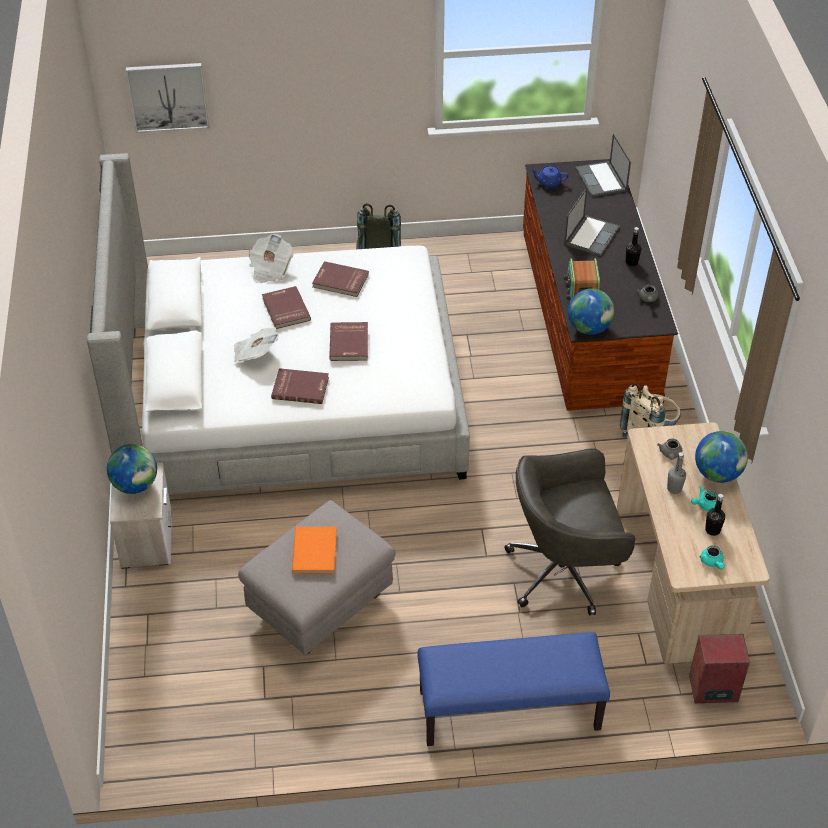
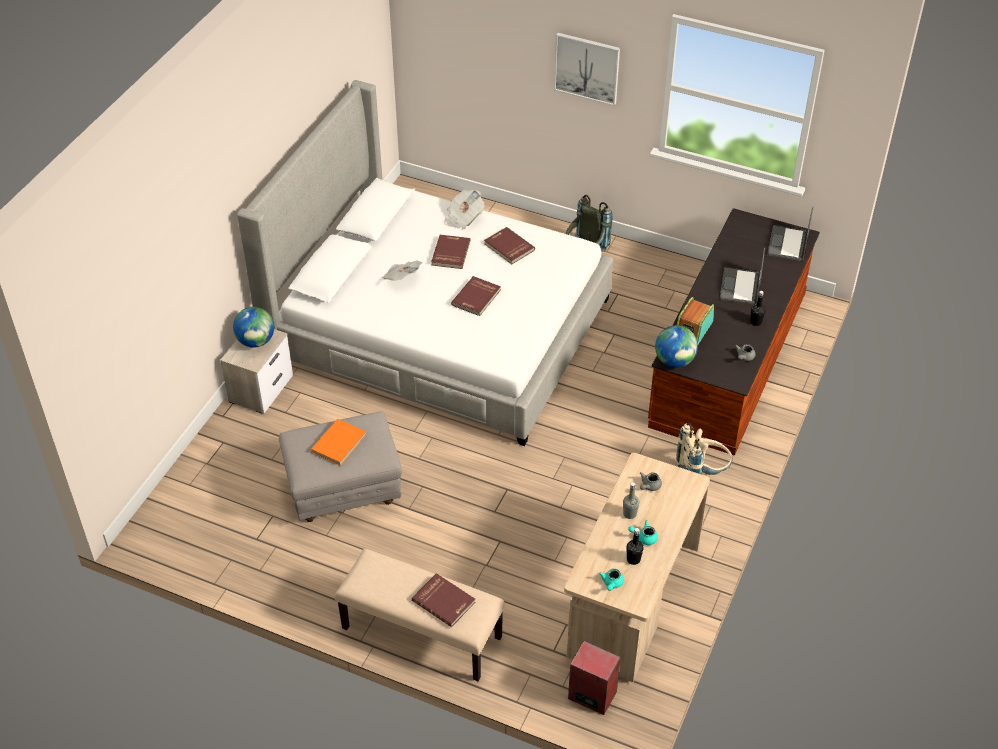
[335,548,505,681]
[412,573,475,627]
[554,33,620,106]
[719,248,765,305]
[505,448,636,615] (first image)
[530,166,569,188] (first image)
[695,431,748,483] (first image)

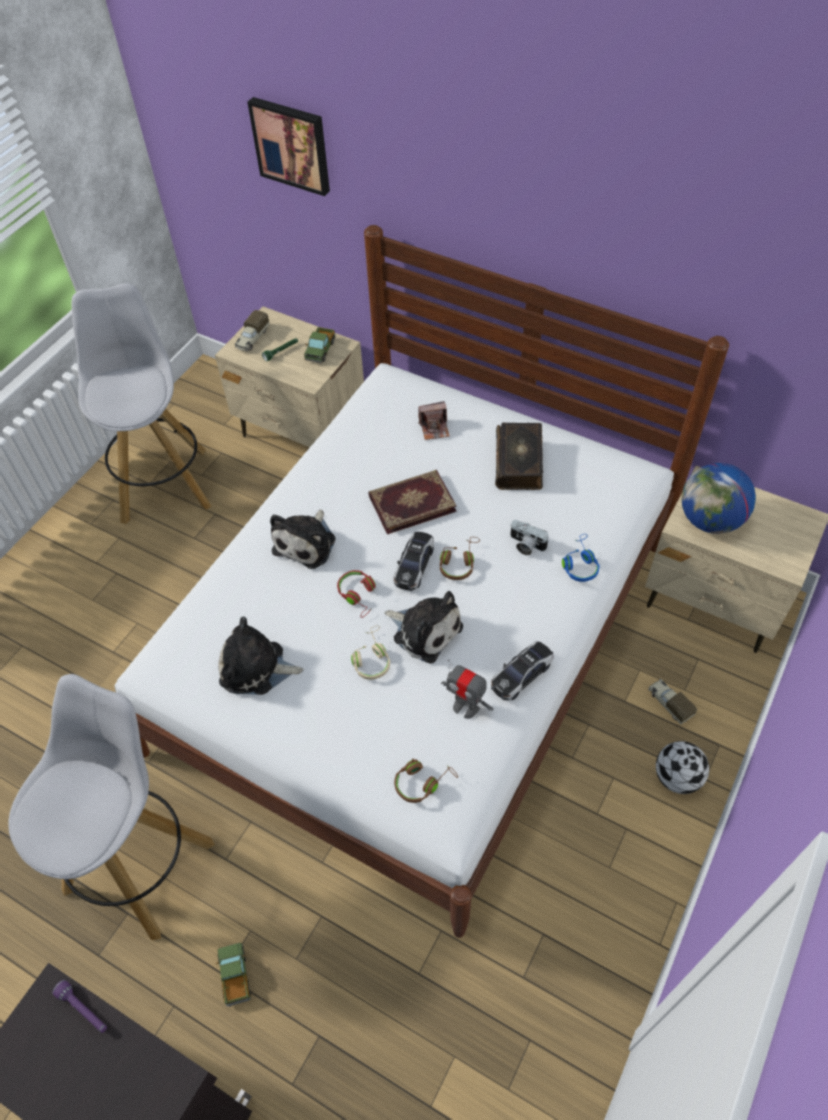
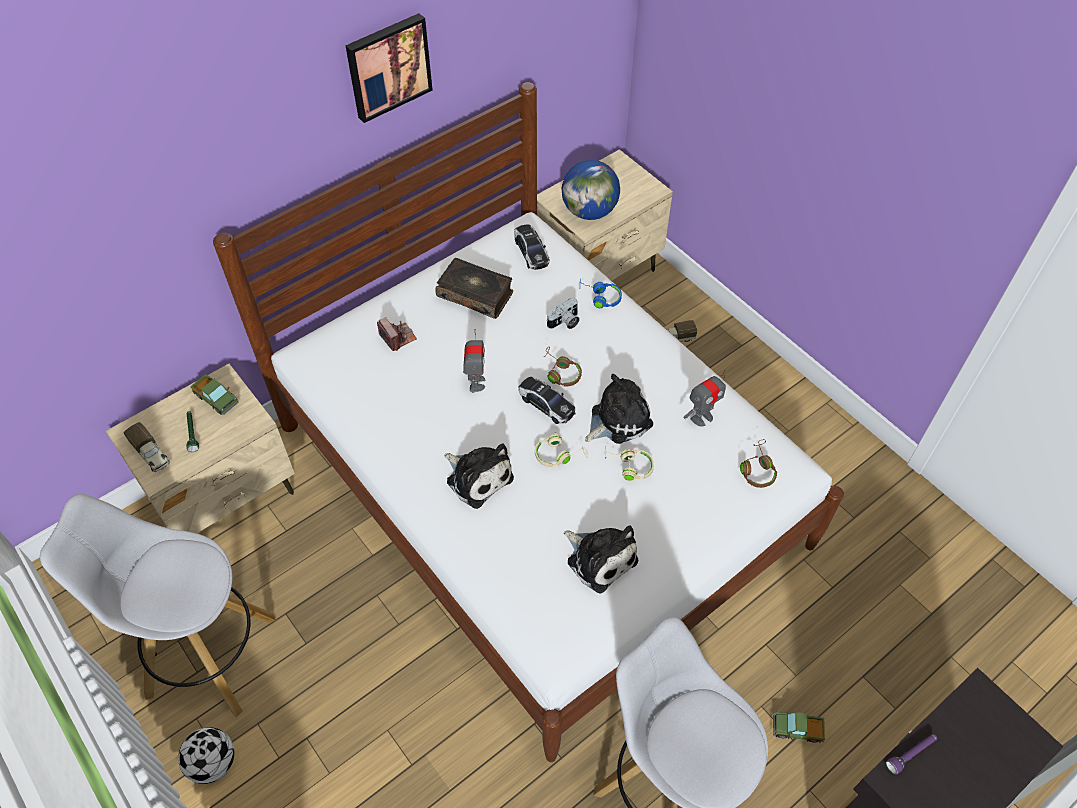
[178,727,235,784]
[345,13,433,123]
[377,317,417,351]
[463,329,486,393]
[514,225,550,270]
[535,432,588,467]
[564,526,638,594]

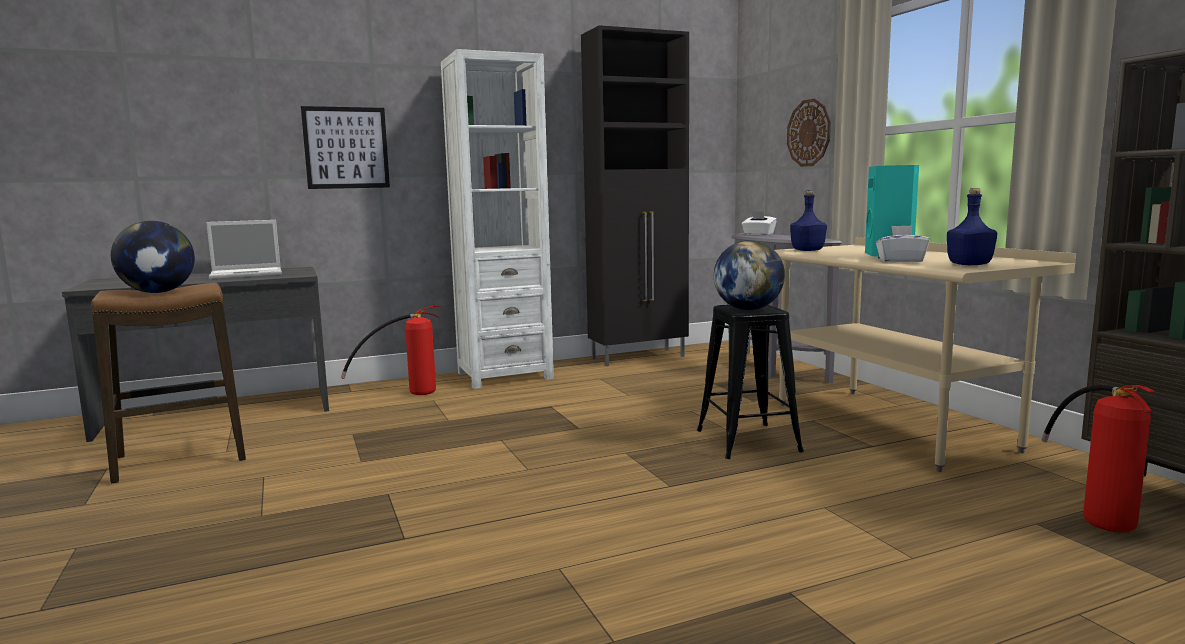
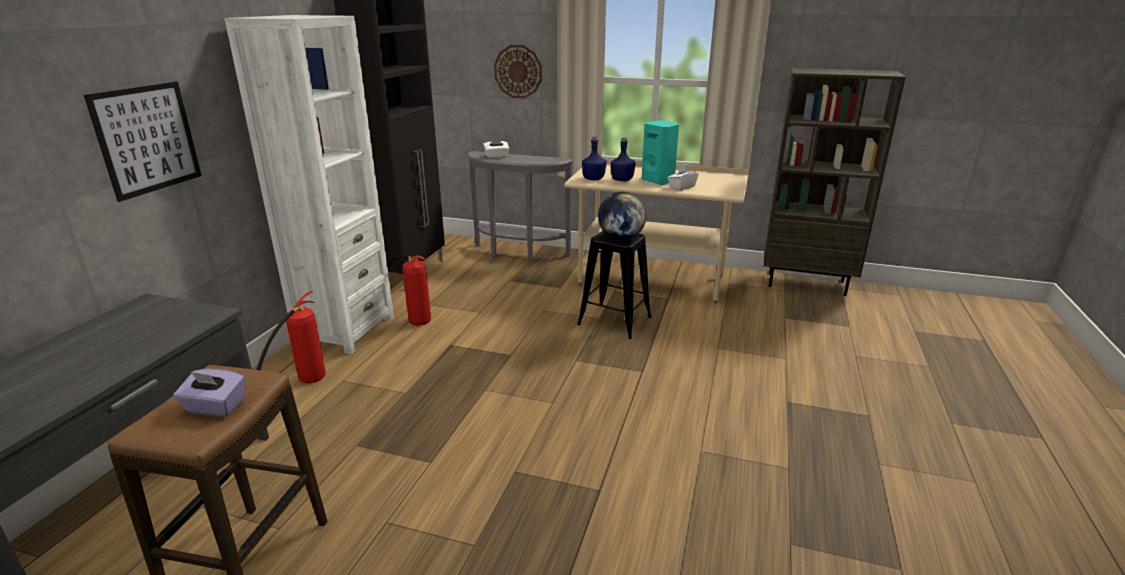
[173,369,245,416]
[387,255,431,326]
[611,137,636,181]
[206,220,282,279] (first image)

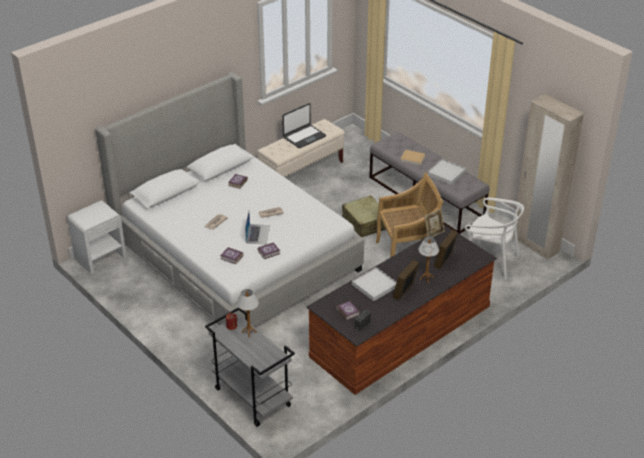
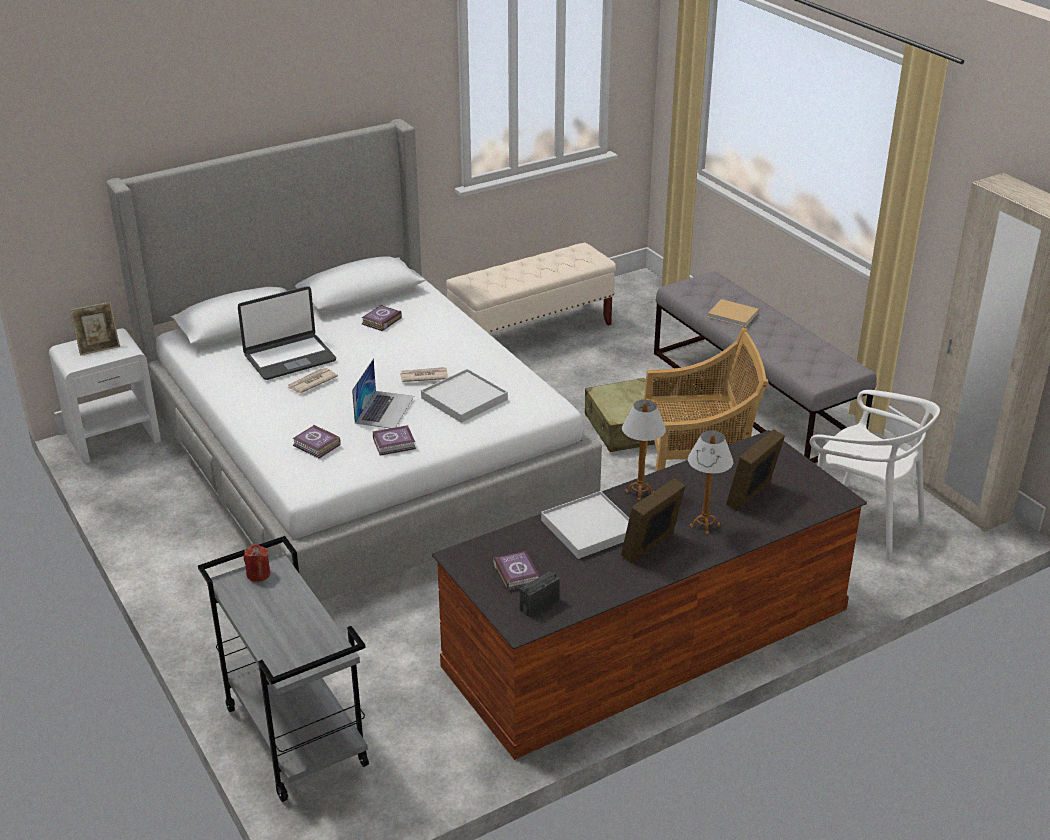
[70,302,120,356]
[238,286,336,380]
[421,369,508,423]
[622,400,666,501]

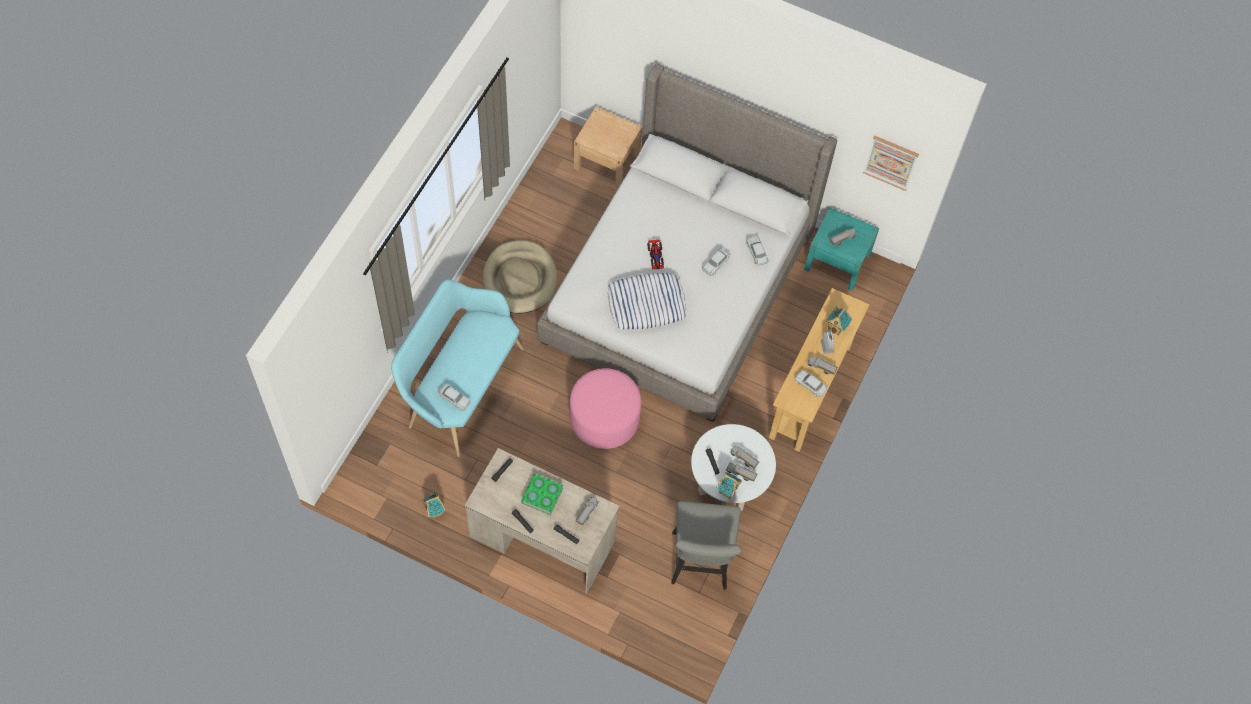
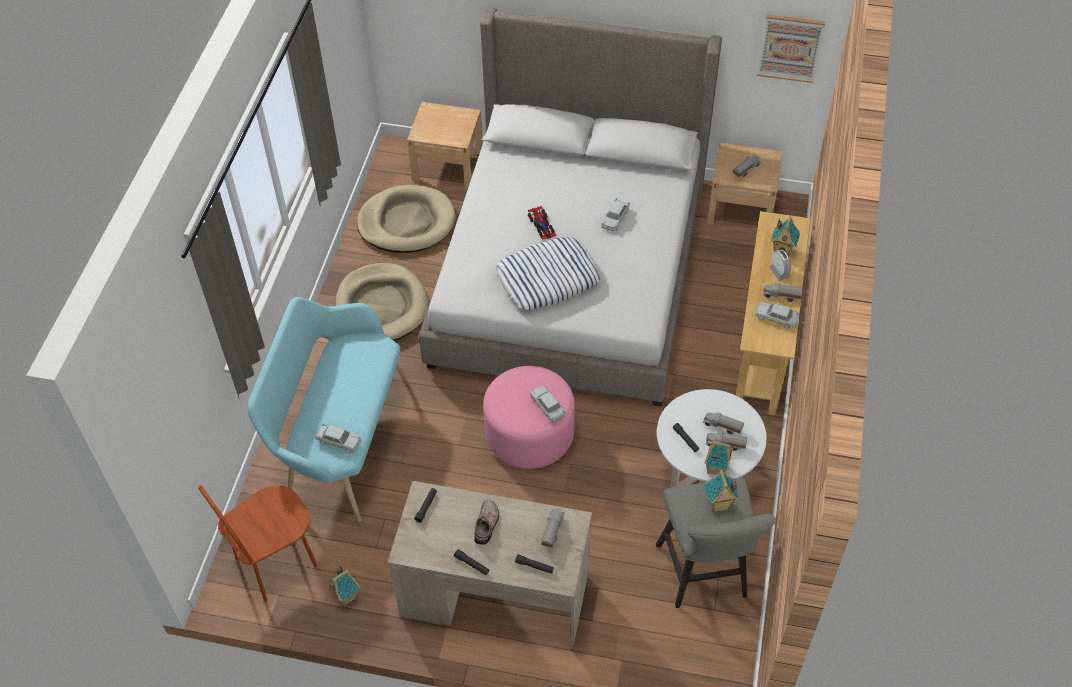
[198,485,317,601]
[357,185,456,253]
[474,500,499,545]
[530,385,566,422]
[704,469,739,513]
[707,143,783,225]

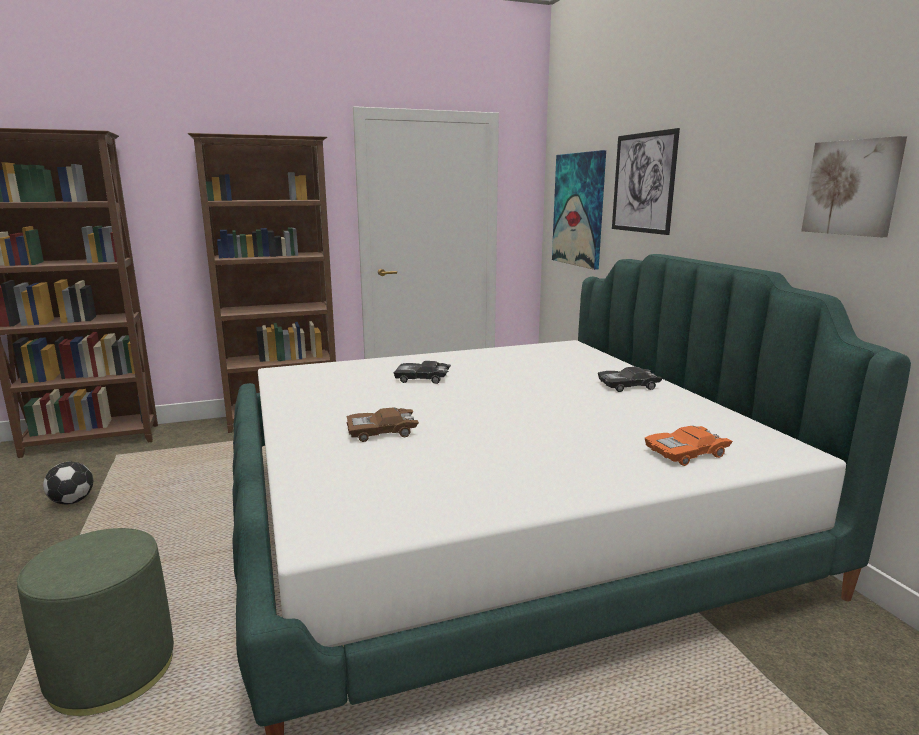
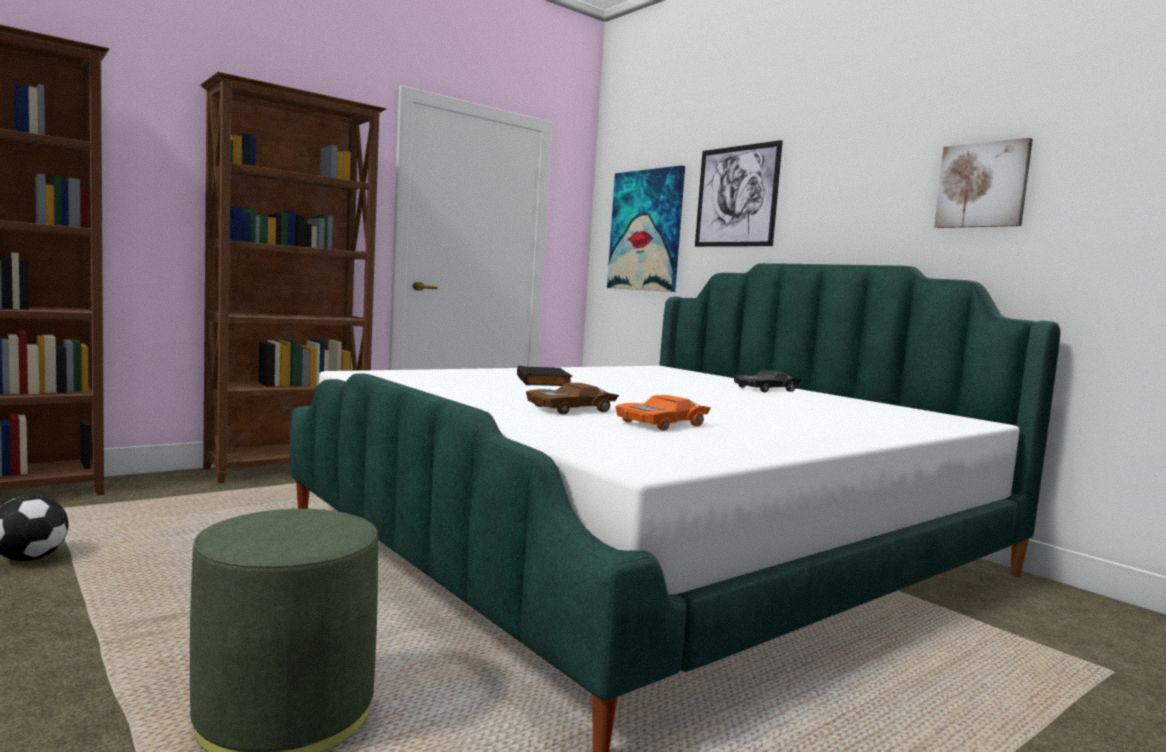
[517,365,572,386]
[615,395,711,431]

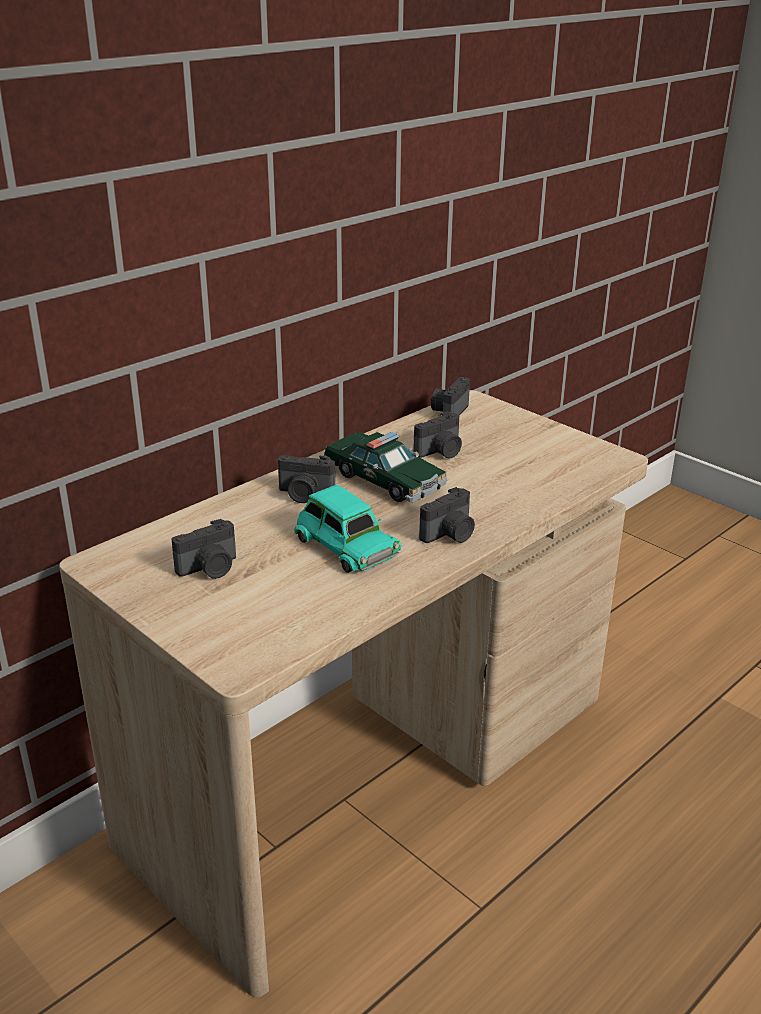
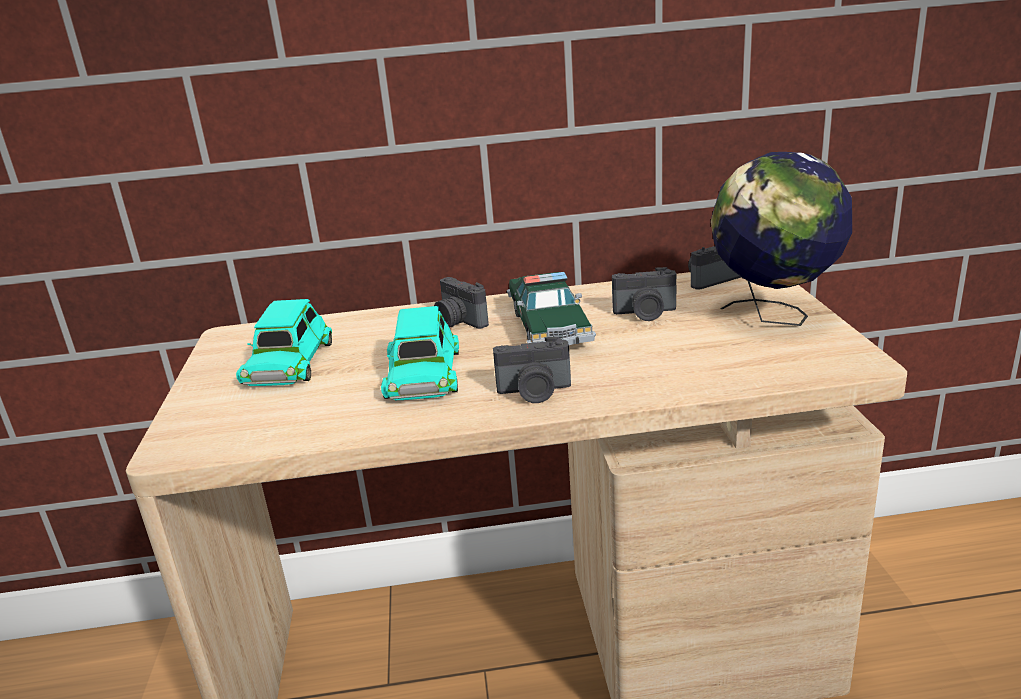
[236,299,332,386]
[711,152,852,326]

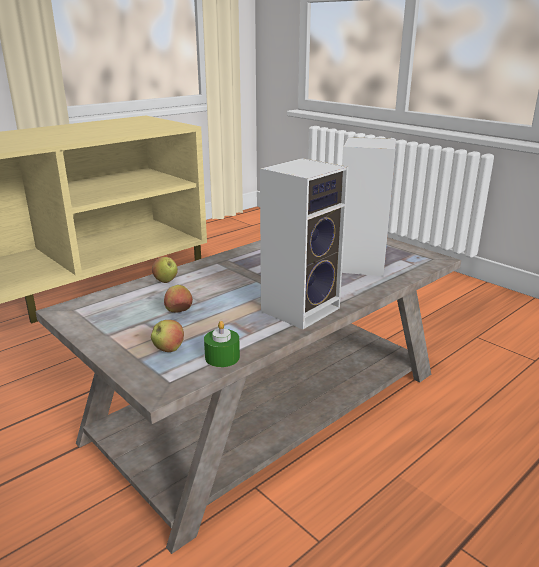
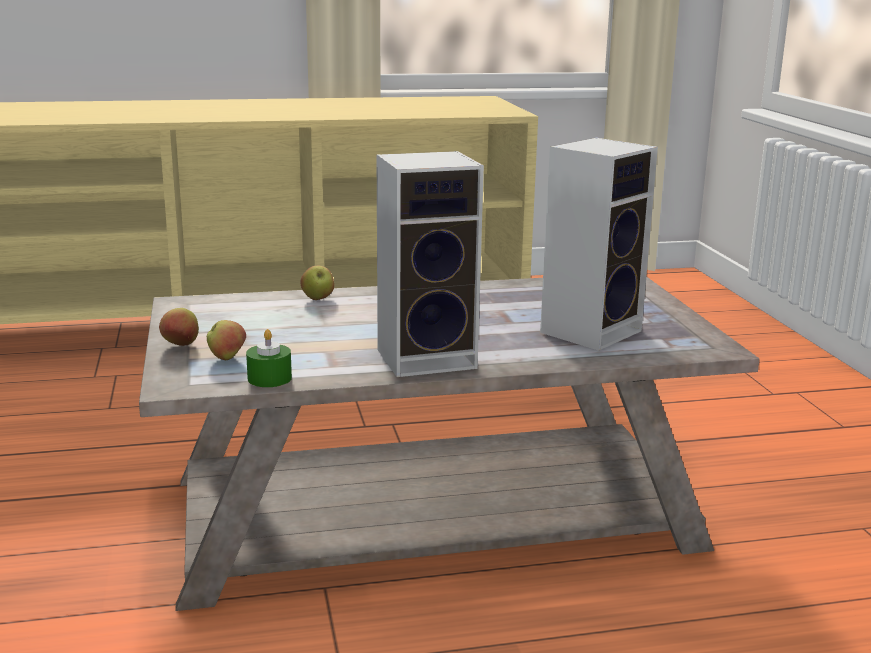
[159,308,199,346]

